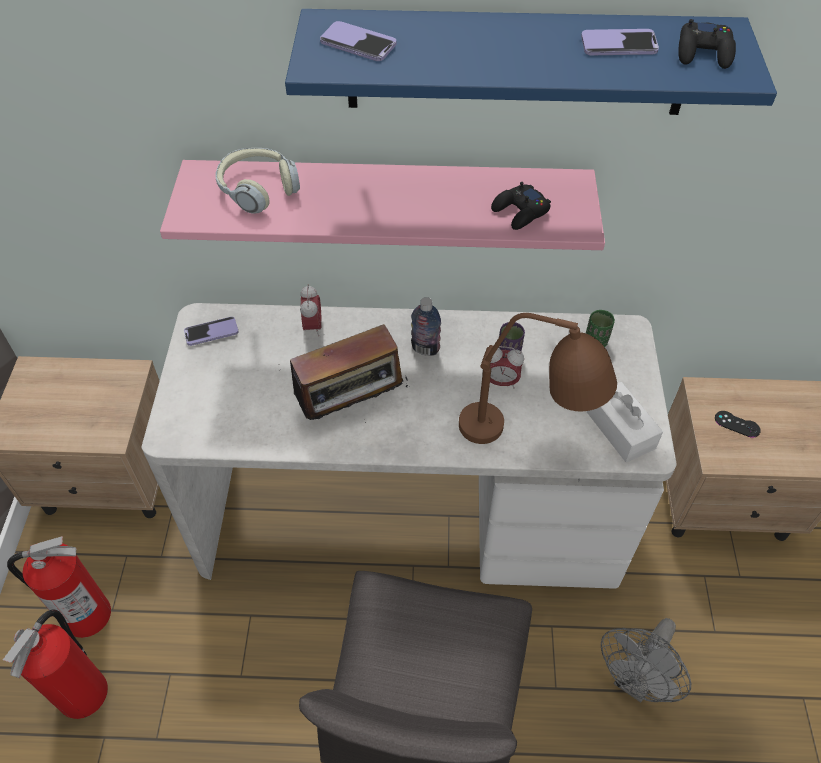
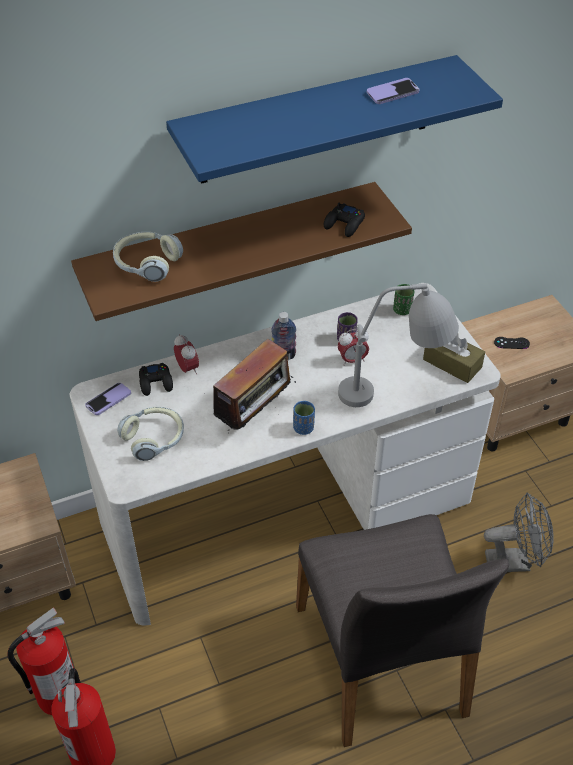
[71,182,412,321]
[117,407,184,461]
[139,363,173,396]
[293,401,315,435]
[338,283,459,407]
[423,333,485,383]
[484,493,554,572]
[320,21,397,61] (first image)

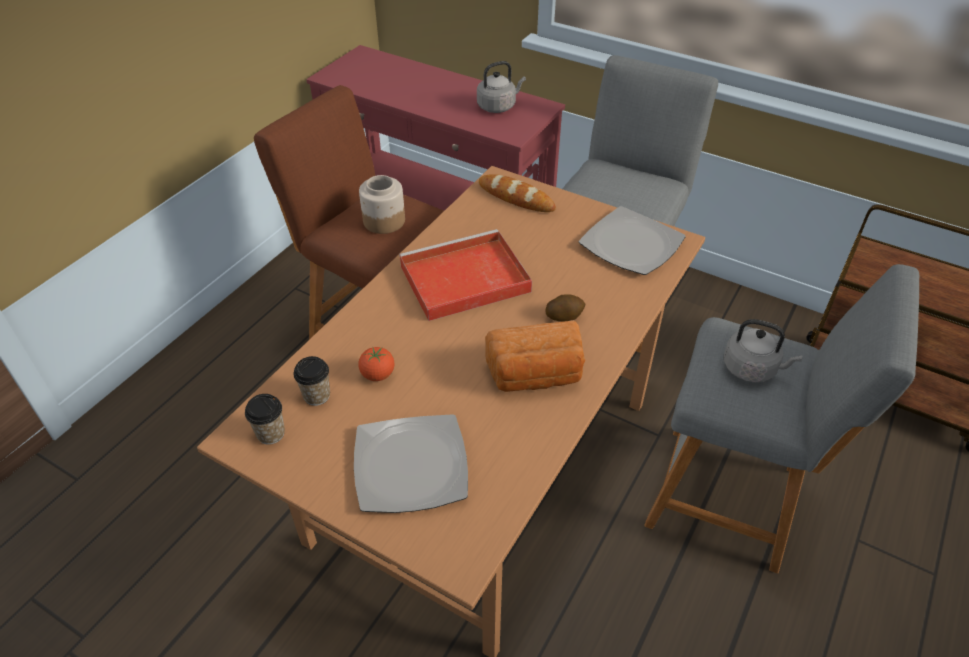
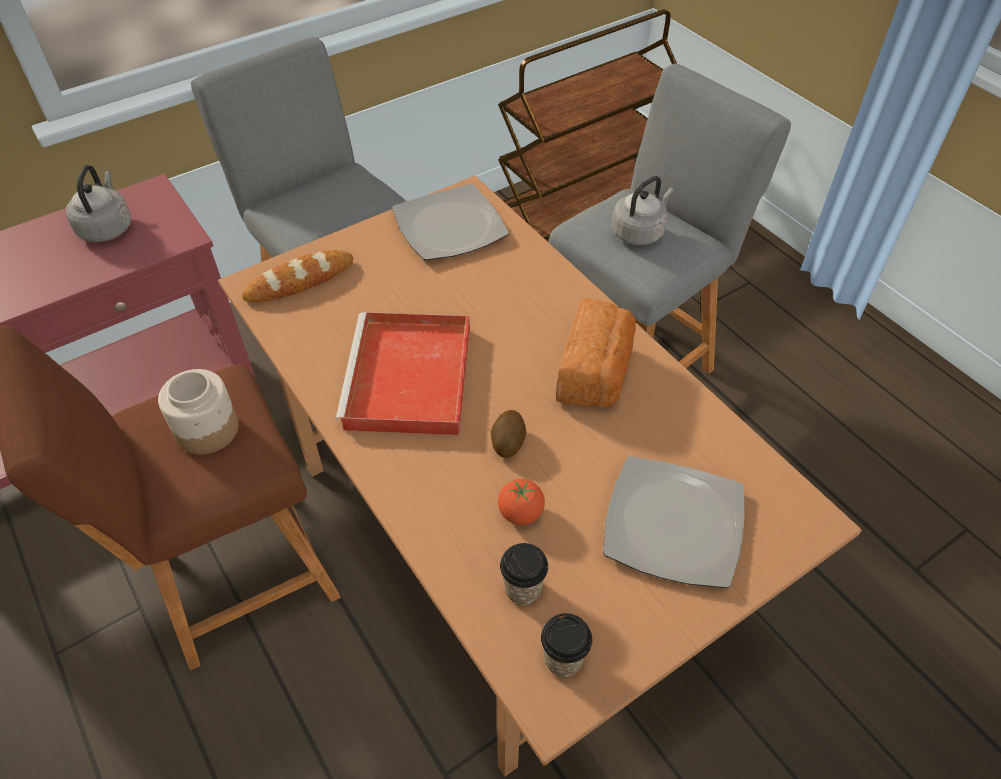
[491,410,526,458]

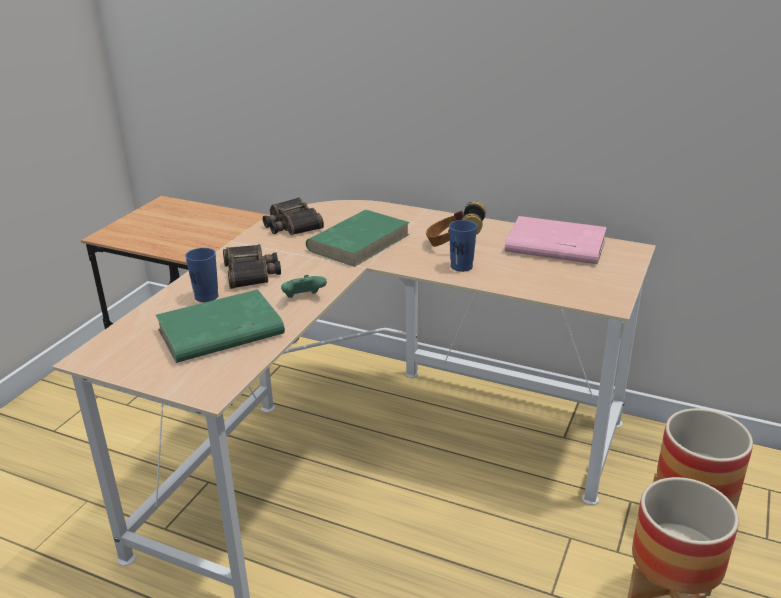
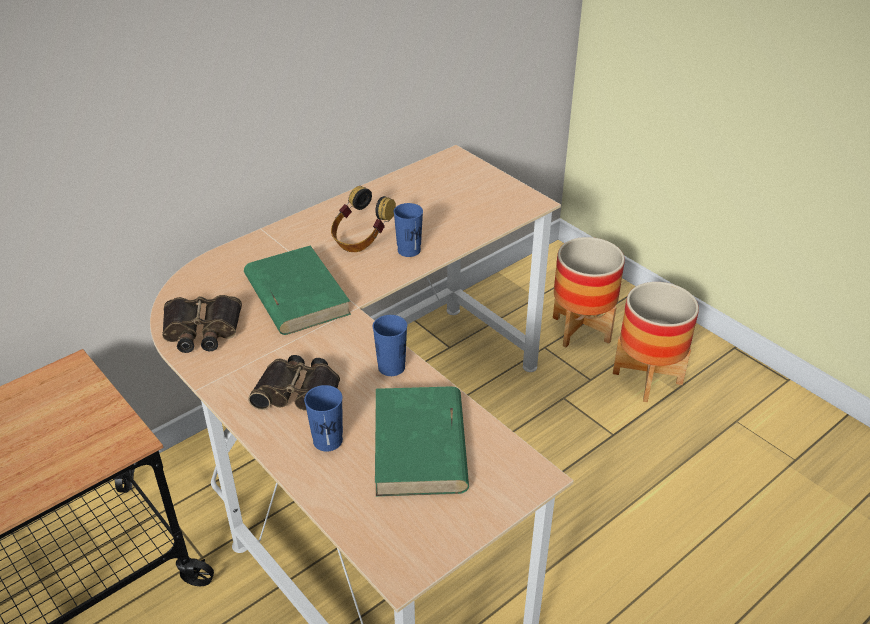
[373,315,407,376]
[505,216,607,264] (first image)

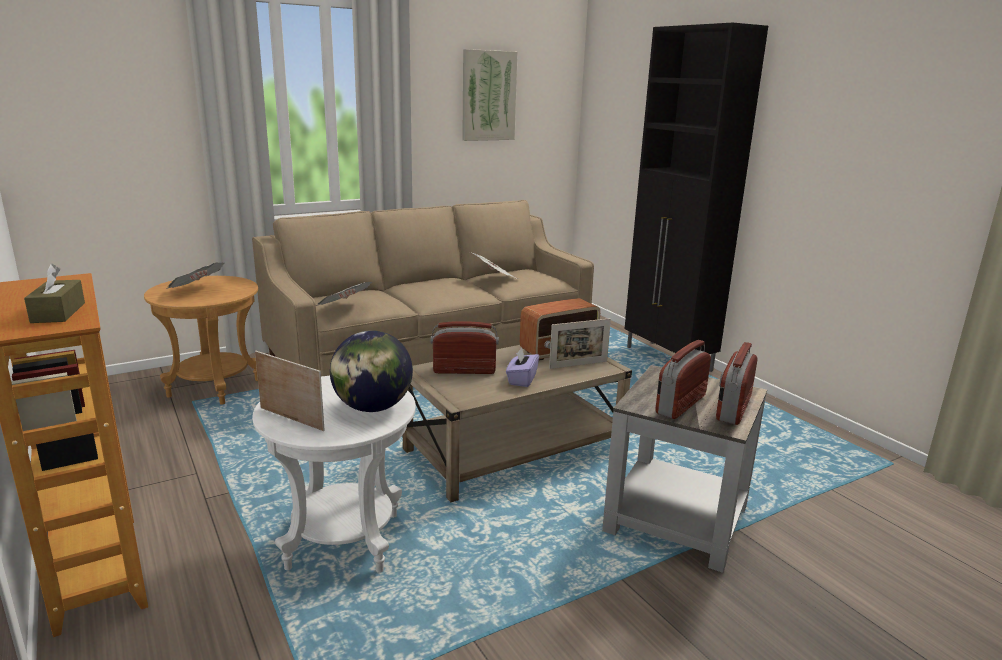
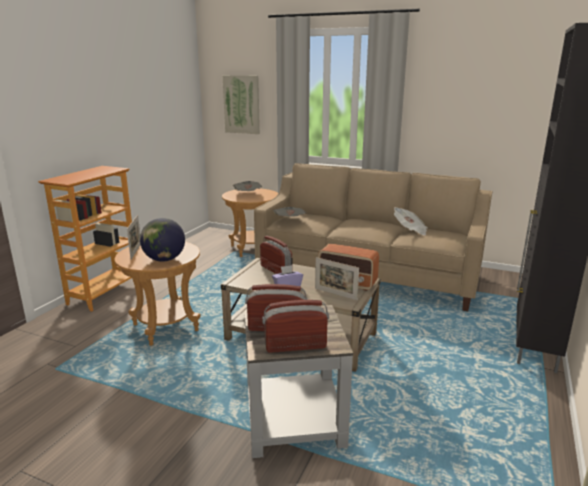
[114,242,201,346]
[223,75,260,134]
[24,264,85,323] (first image)

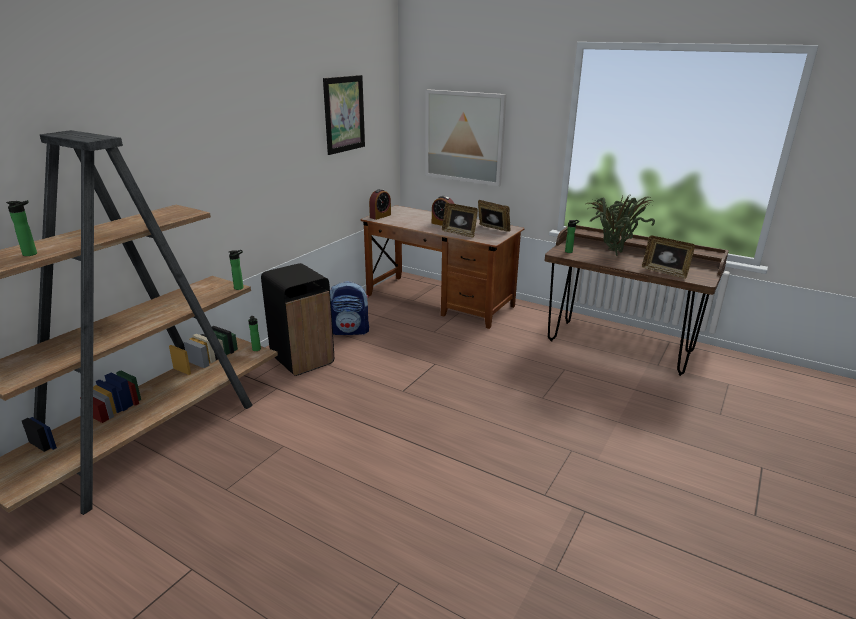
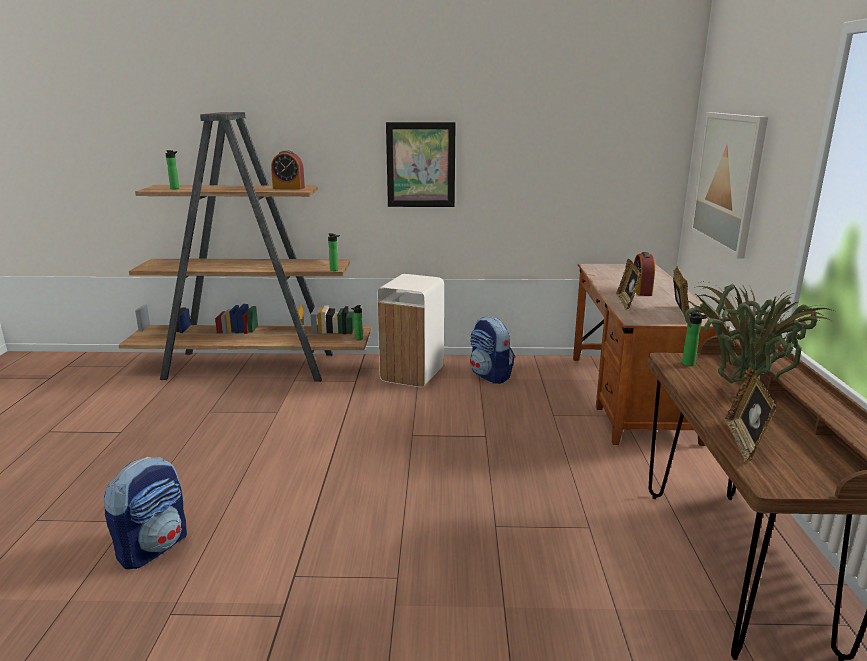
[104,457,187,569]
[271,150,305,190]
[377,274,444,387]
[386,122,456,207]

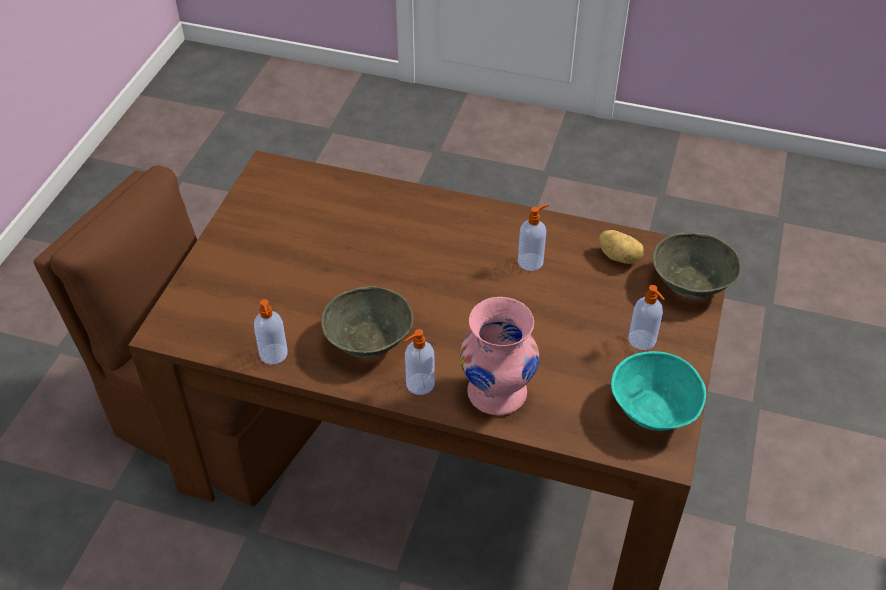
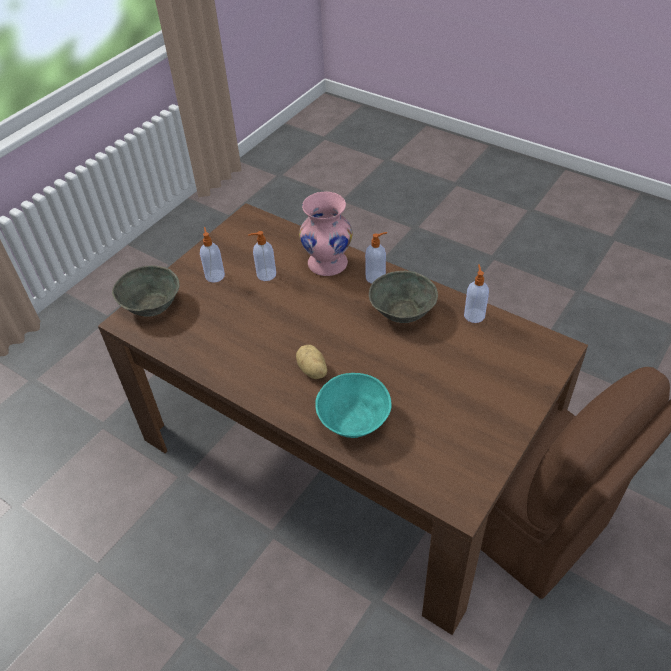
[248,231,276,281]
[296,345,327,379]
[315,373,391,438]

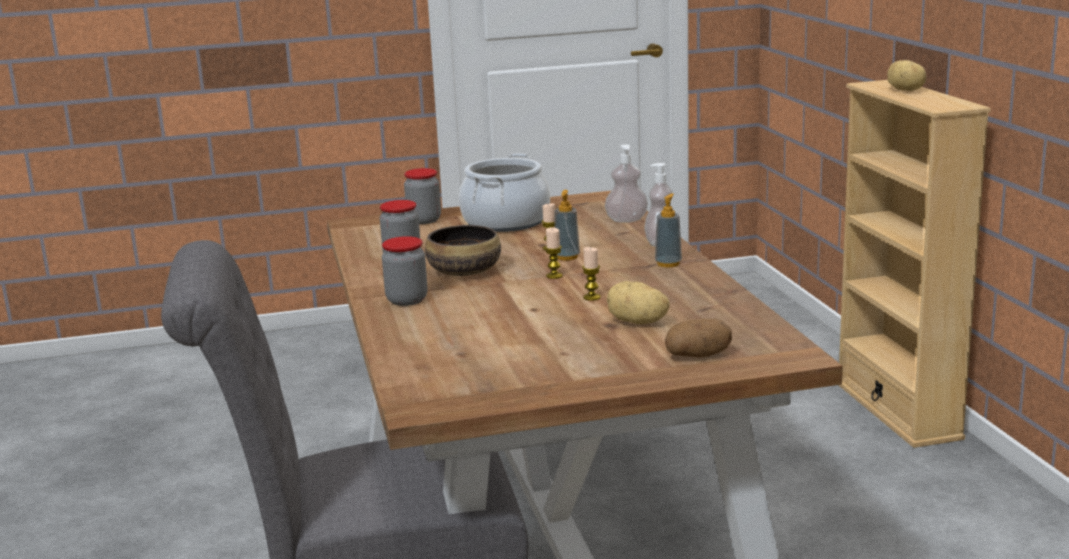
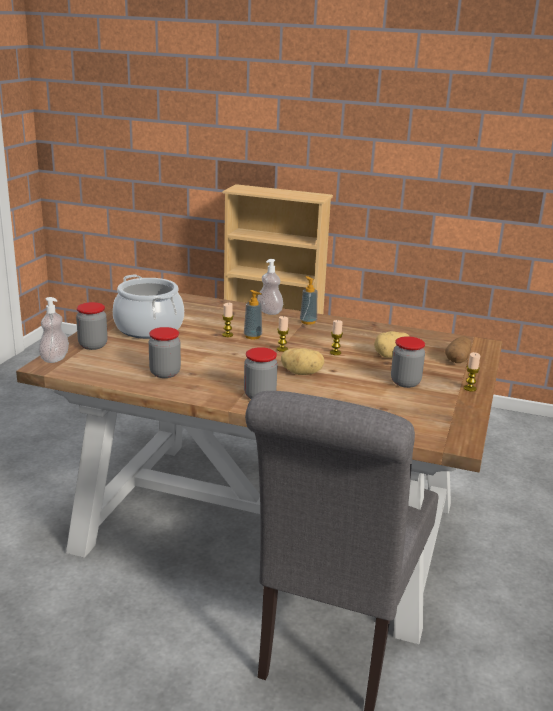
[39,297,69,363]
[281,348,324,375]
[391,336,425,388]
[464,352,480,391]
[425,225,501,276] (first image)

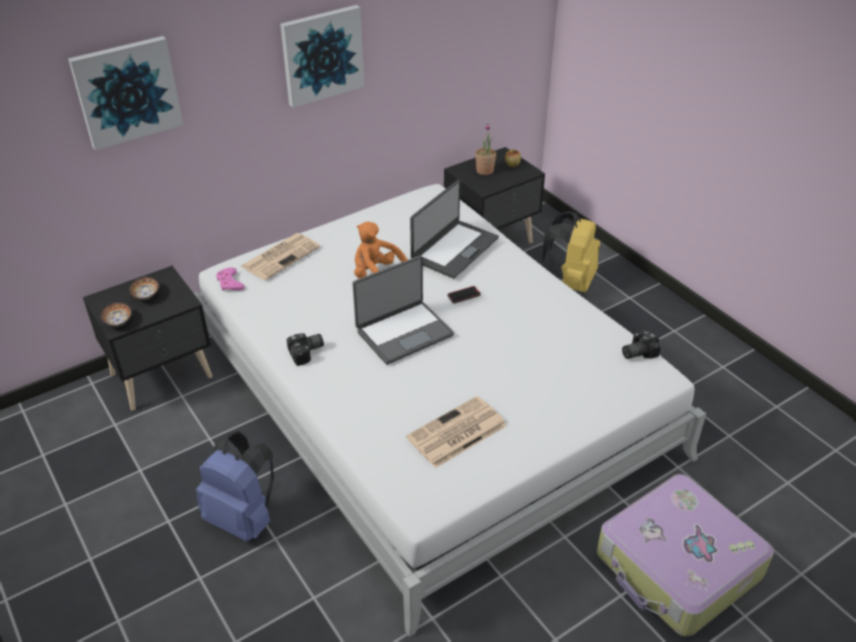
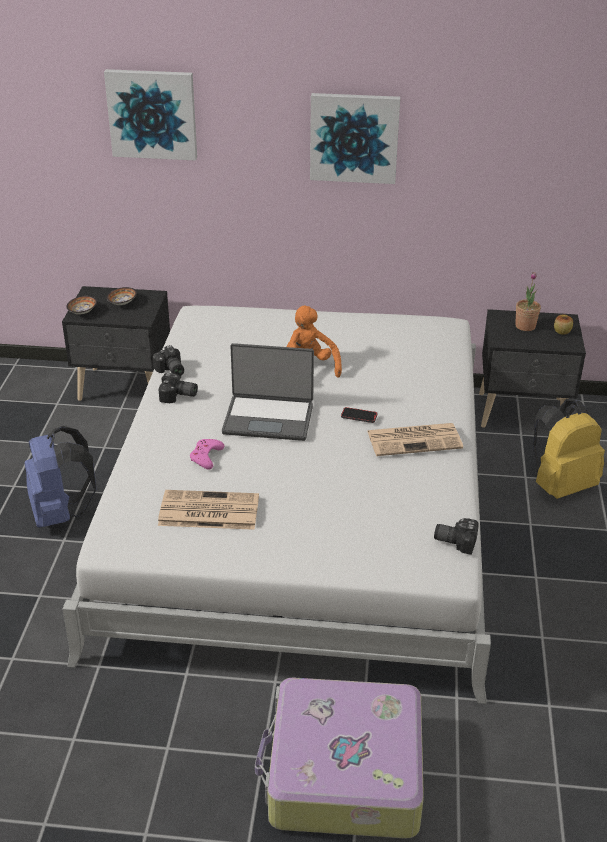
[153,345,184,376]
[190,439,225,470]
[368,423,463,456]
[410,180,499,278] (first image)

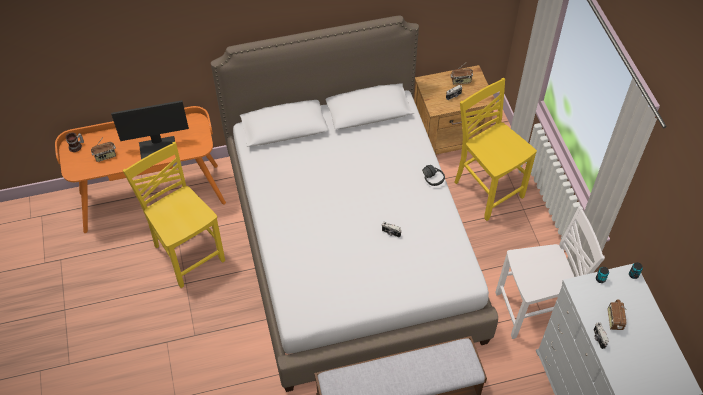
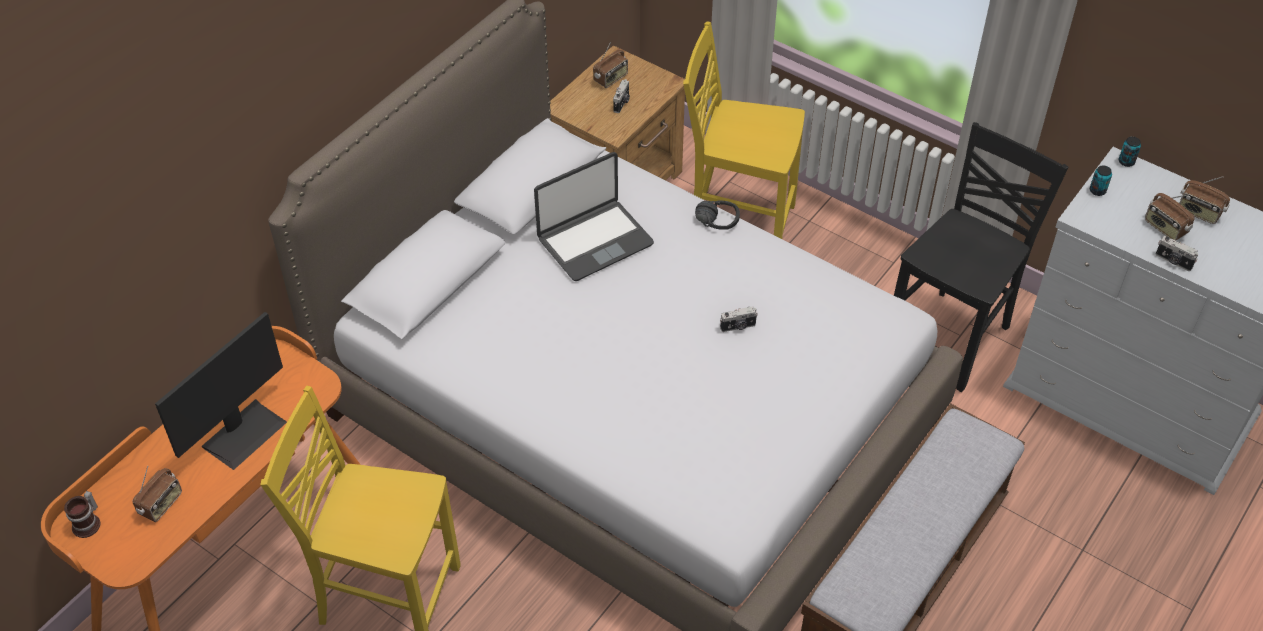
[534,152,654,281]
[894,122,1068,392]
[1179,177,1230,224]

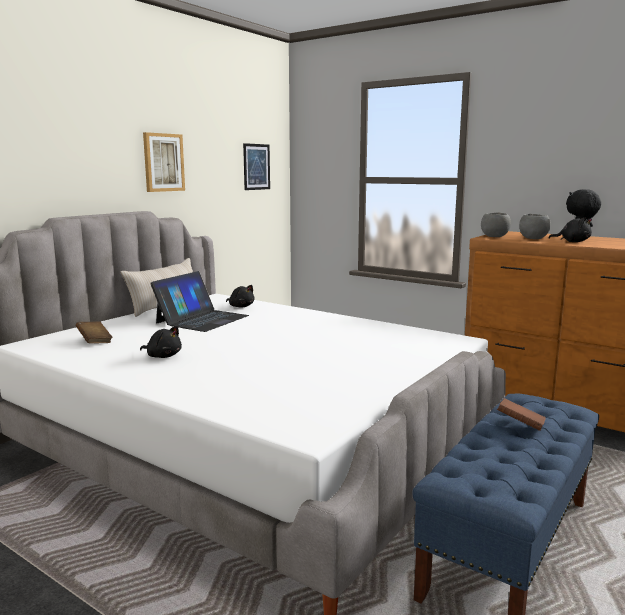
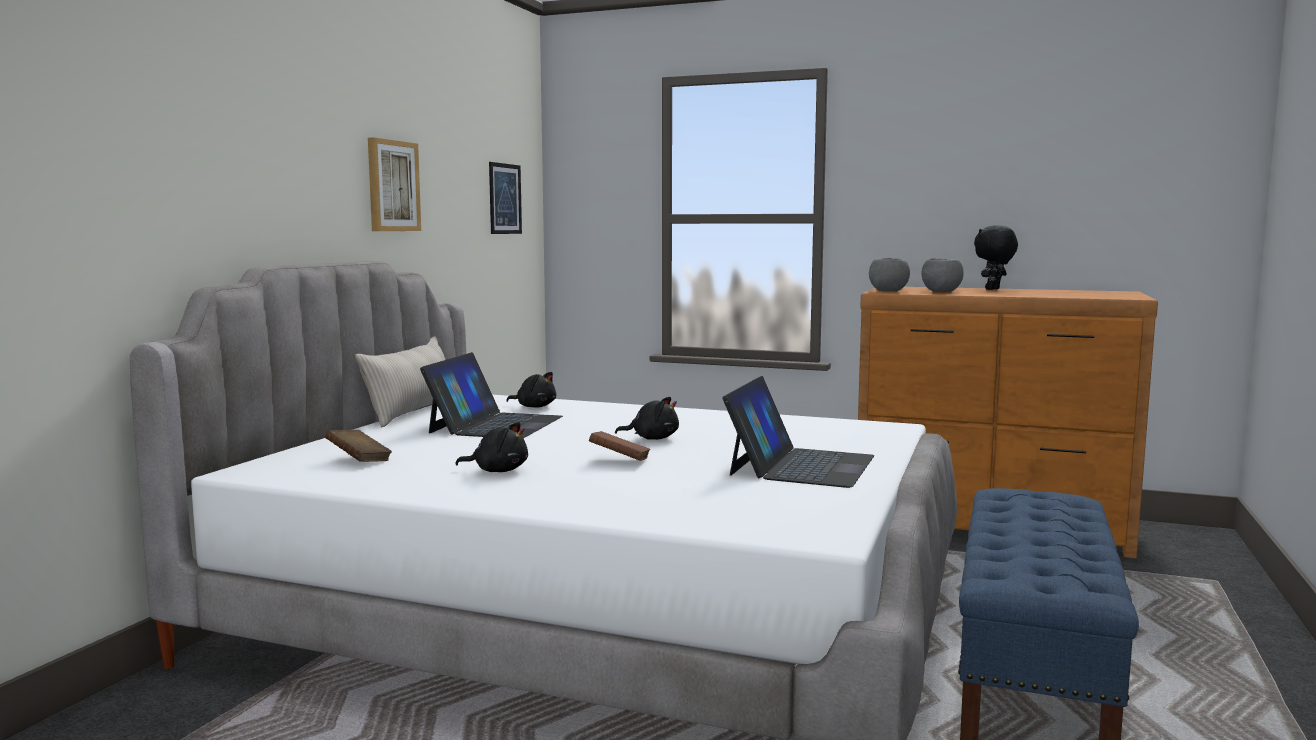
[589,431,651,461]
[615,397,679,440]
[722,376,874,488]

